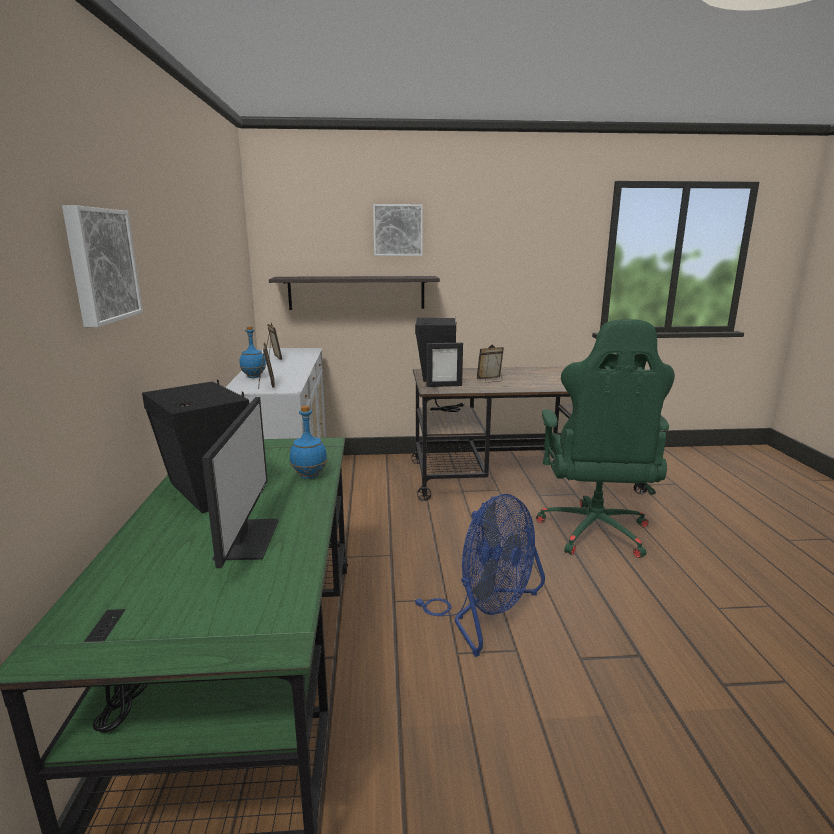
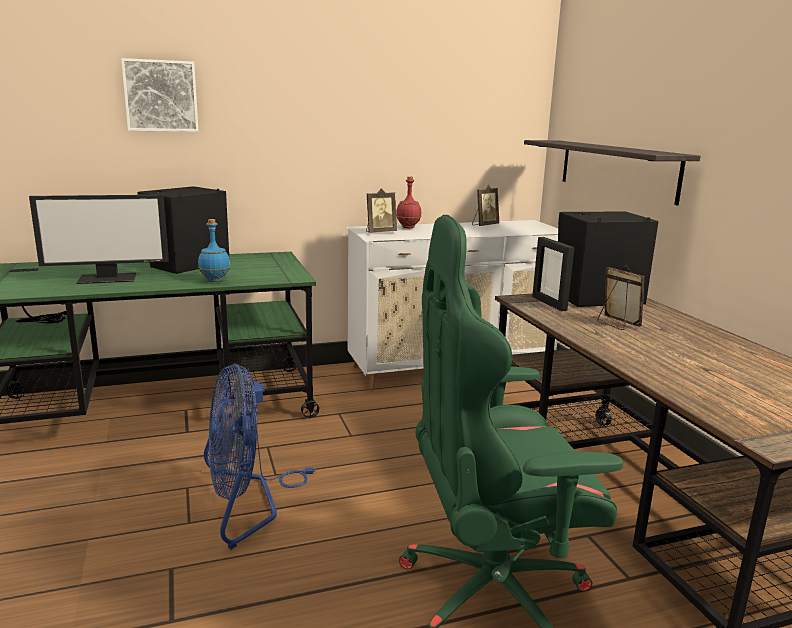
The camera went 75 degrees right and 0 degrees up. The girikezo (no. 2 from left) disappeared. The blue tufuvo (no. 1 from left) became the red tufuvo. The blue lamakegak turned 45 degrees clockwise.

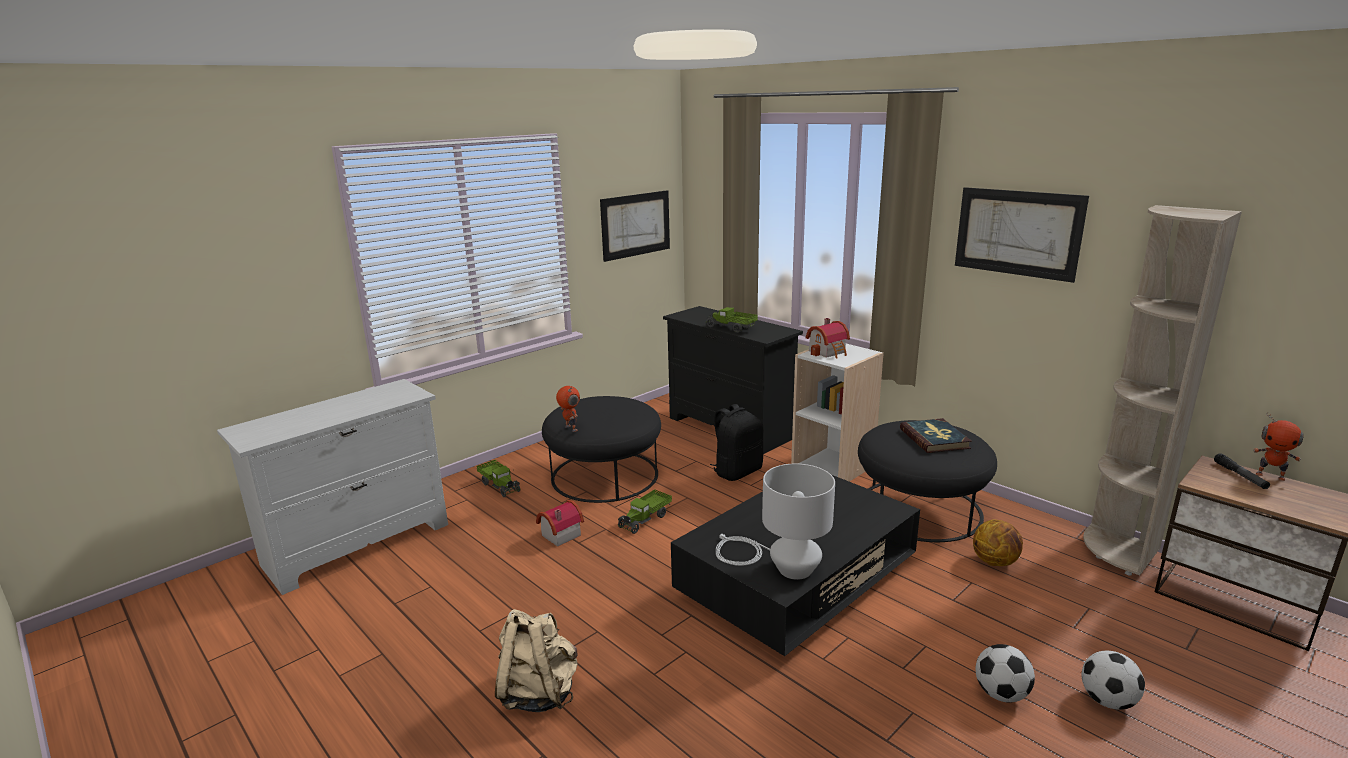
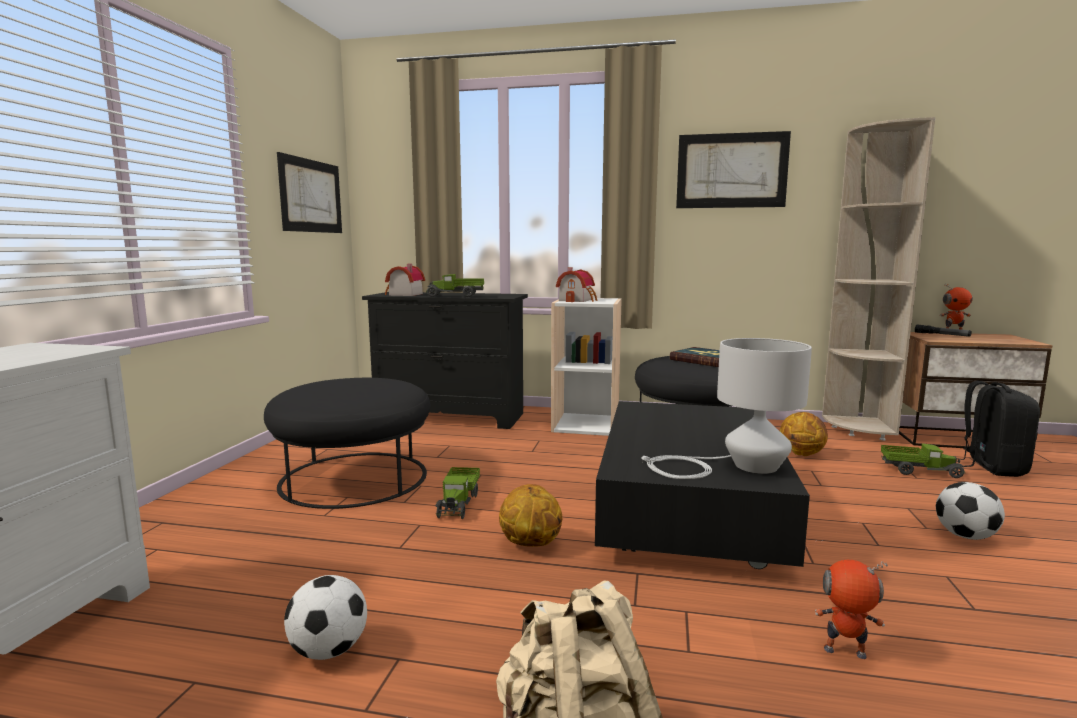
The camera went 35 degrees left and 10 degrees down. The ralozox (no. 1 from left) moved. The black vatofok moved. The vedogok (no. 1 from left in the first image) moved. The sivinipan (no. 1 from left) moved. The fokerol (no. 2 from left in the first image) moved. The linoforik (no. 1 from left) appeared.

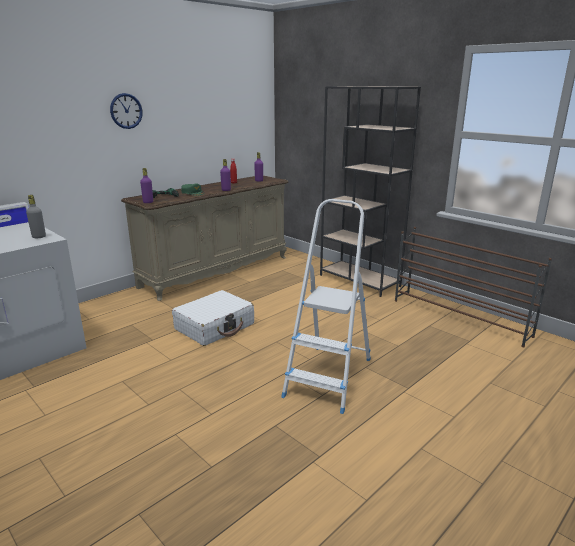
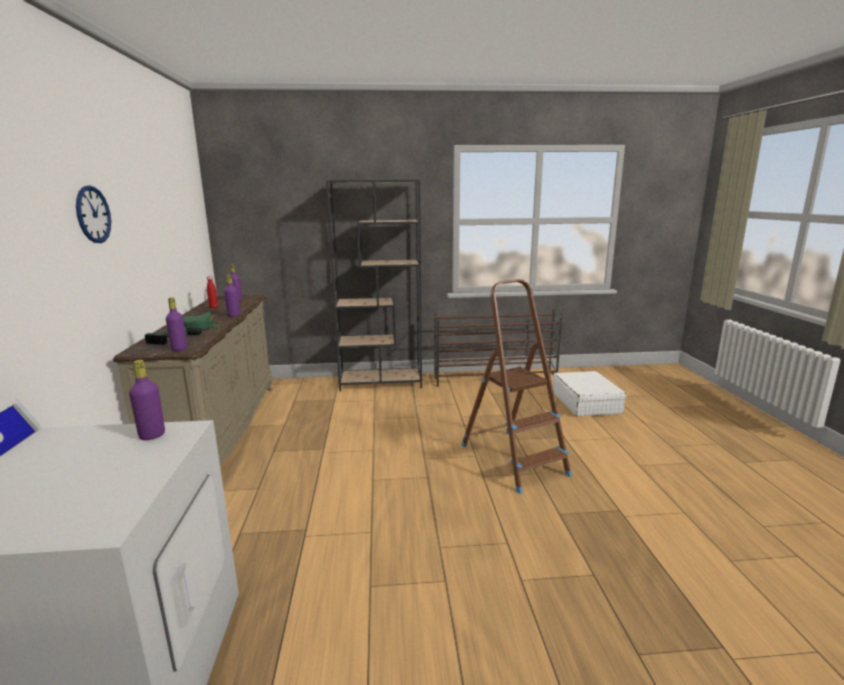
The camera went 50 degrees left and 5 degrees down. The grey tufuvo became the purple tufuvo (no. 1 from left). The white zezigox became the brown zezigox. The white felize moved.

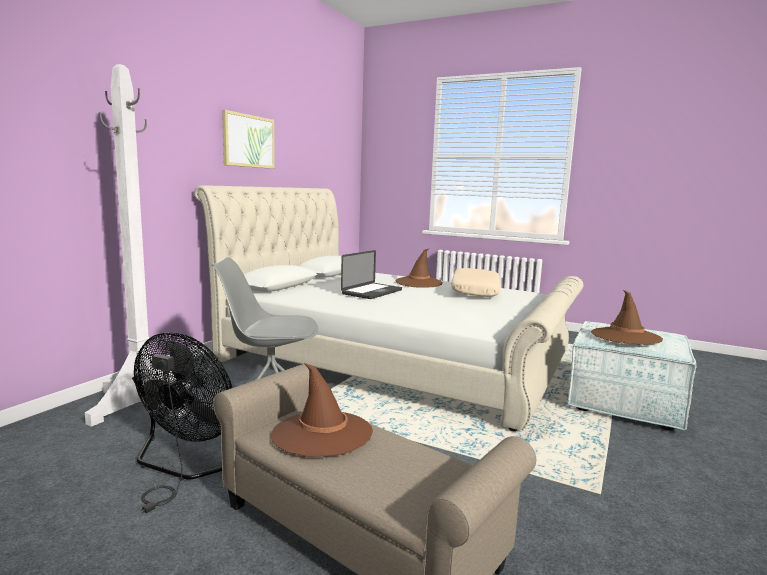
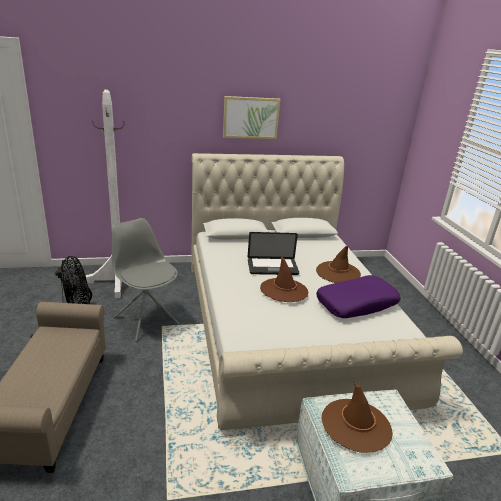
The camera went 50 degrees right and 15 degrees up. The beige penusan became the purple penusan. The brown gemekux (no. 1 from left) moved.

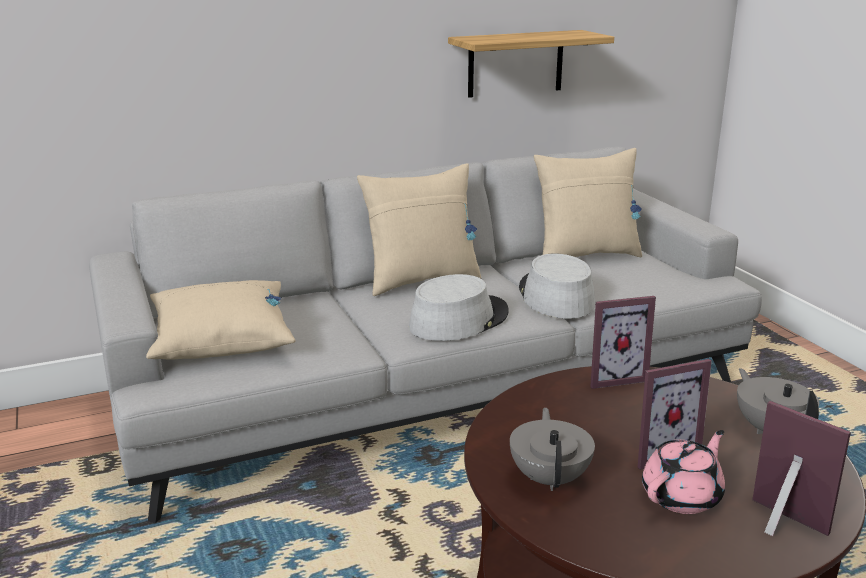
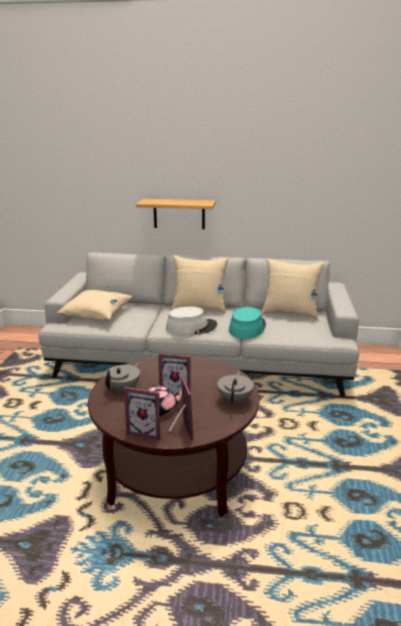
The camera went 30 degrees right and 0 degrees up. The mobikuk moved. The grey gemekux (no. 2 from left) became the turquoise gemekux. The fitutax (no. 1 from left) moved.

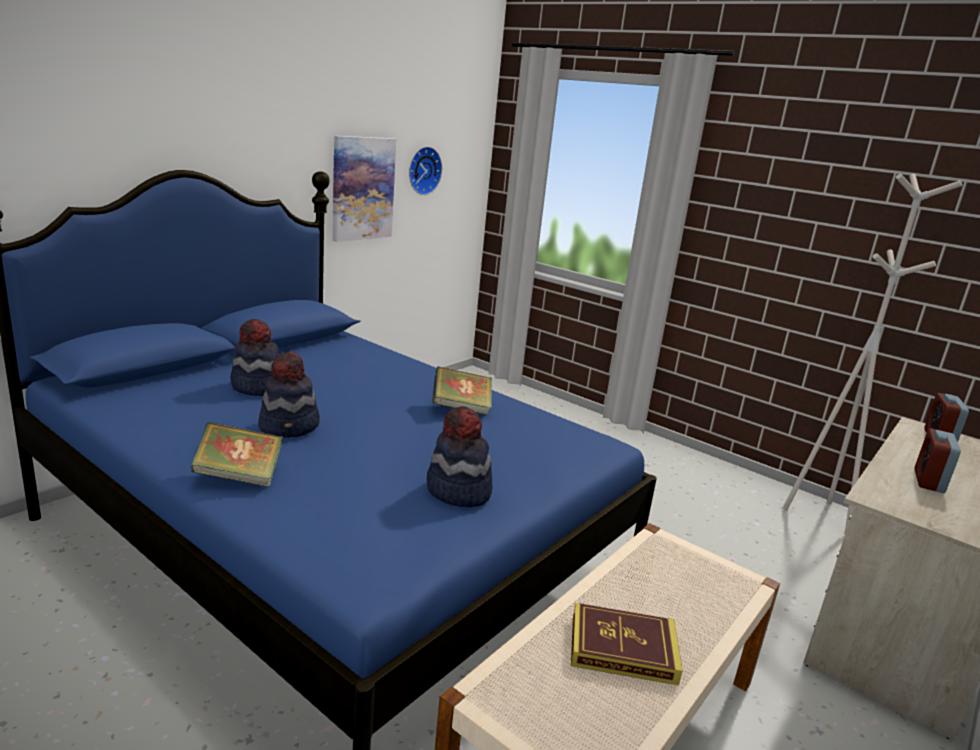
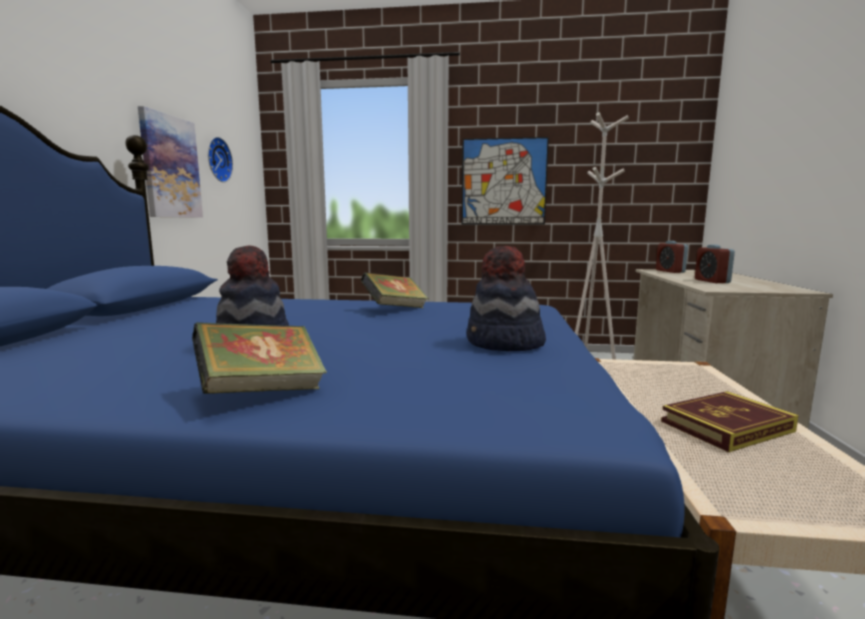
The camera went 30 degrees left and 10 degrees down. The gemekux (no. 1 from left) disappeared. The girikezo (no. 2 from left) appeared.

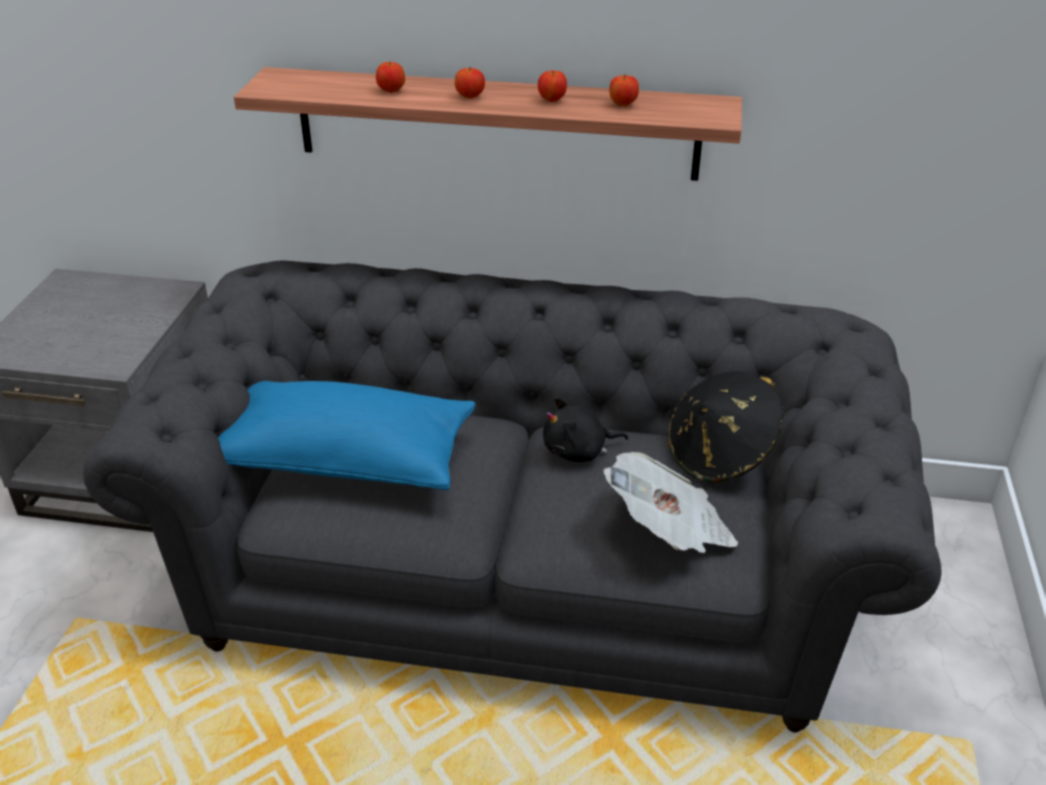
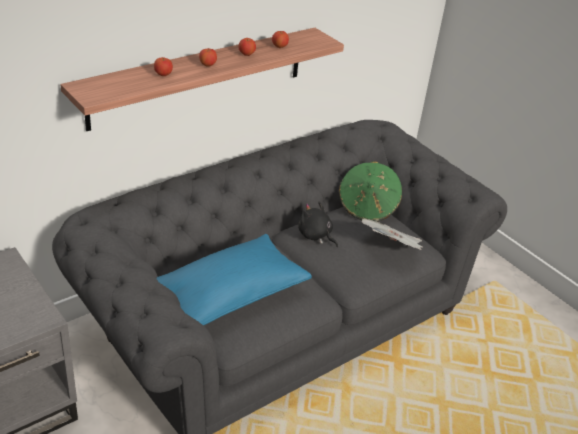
The camera went 50 degrees left and 0 degrees up. The black gemekux became the green gemekux. The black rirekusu turned 105 degrees clockwise.

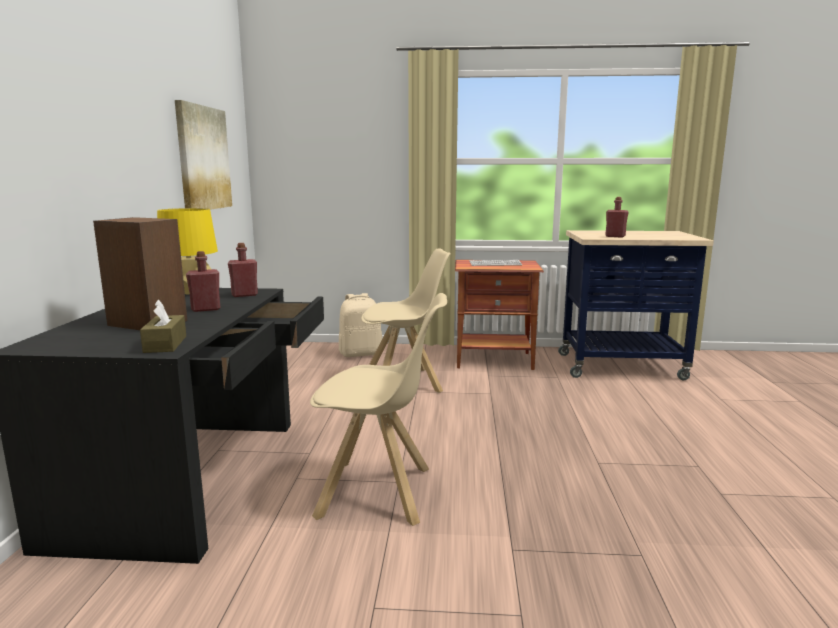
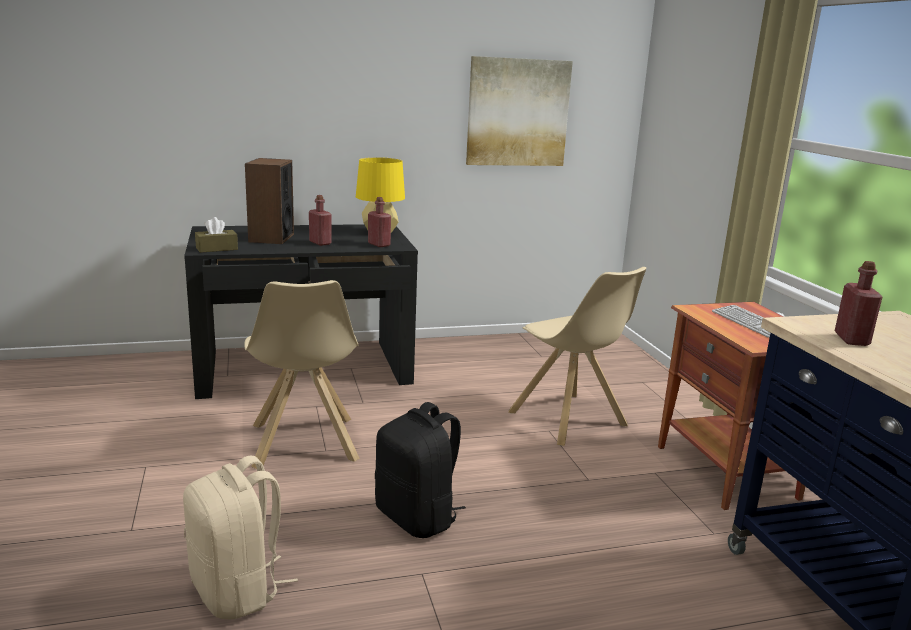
The camera went 70 degrees right and 5 degrees up. The beige vatofok moved. The black vatofok appeared.

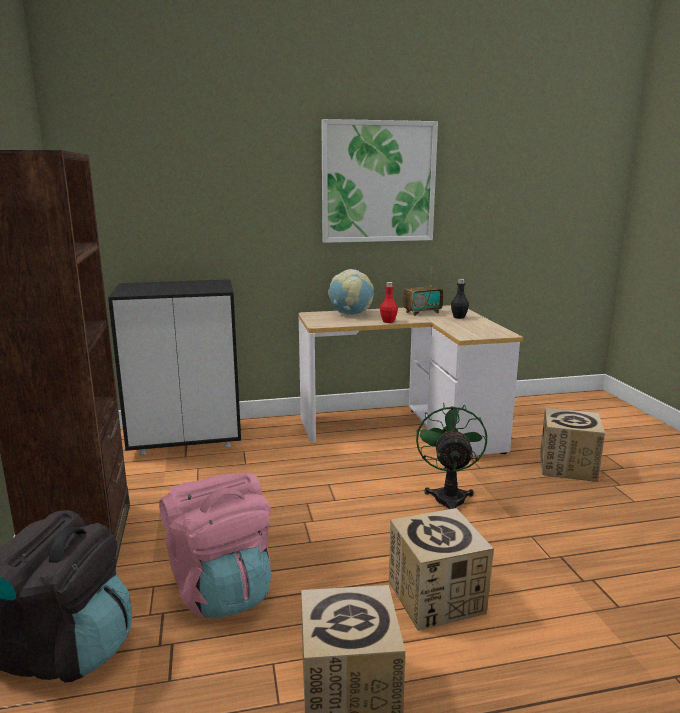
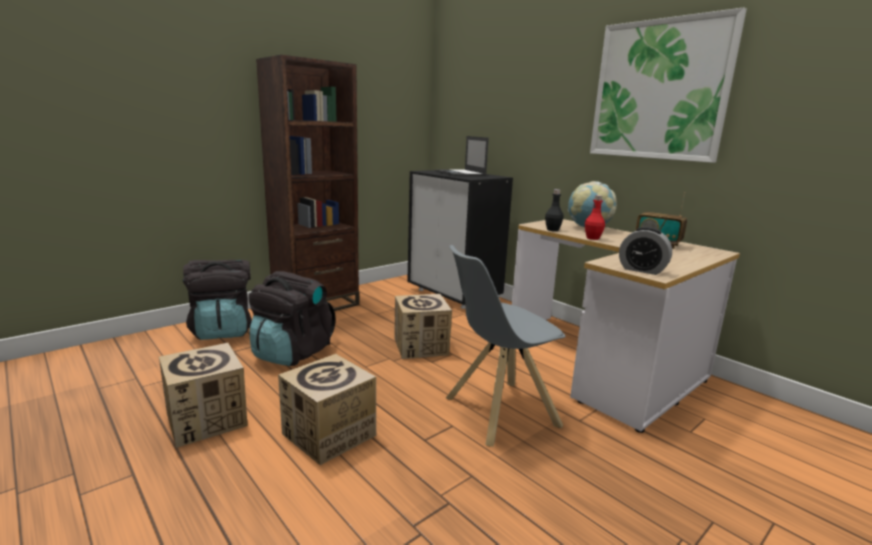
The camera went 60 degrees right and 0 degrees up. The black tufuvo moved. The green lamakegak was replaced by the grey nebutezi. The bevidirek (no. 3 from left) moved. The pink vatofok became the black vatofok (no. 2 from left). The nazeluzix appeared. The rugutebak appeared.

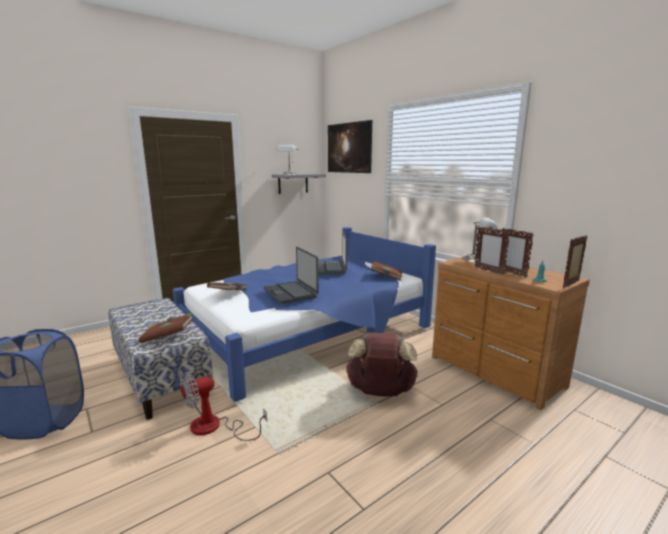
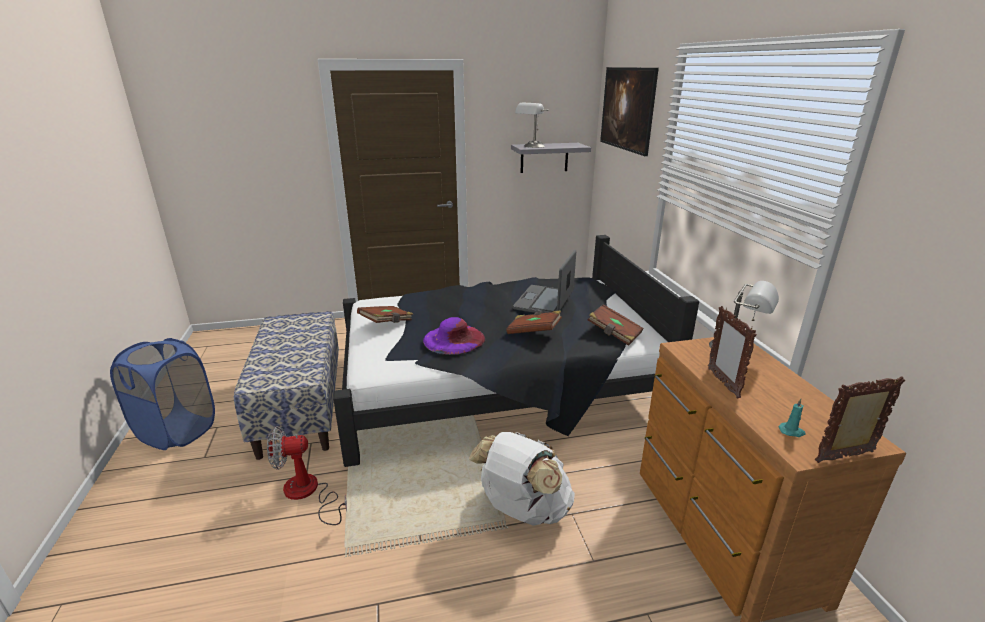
The camera went 25 degrees right and 10 degrees up. The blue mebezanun became the black mebezanun. The fitutax (no. 2 from left) disappeared. The nazeluzix (no. 1 from left) was replaced by the purple gemekux. The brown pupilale (no. 1 from left in the first image) moved. The brown vatofok became the white vatofok.

